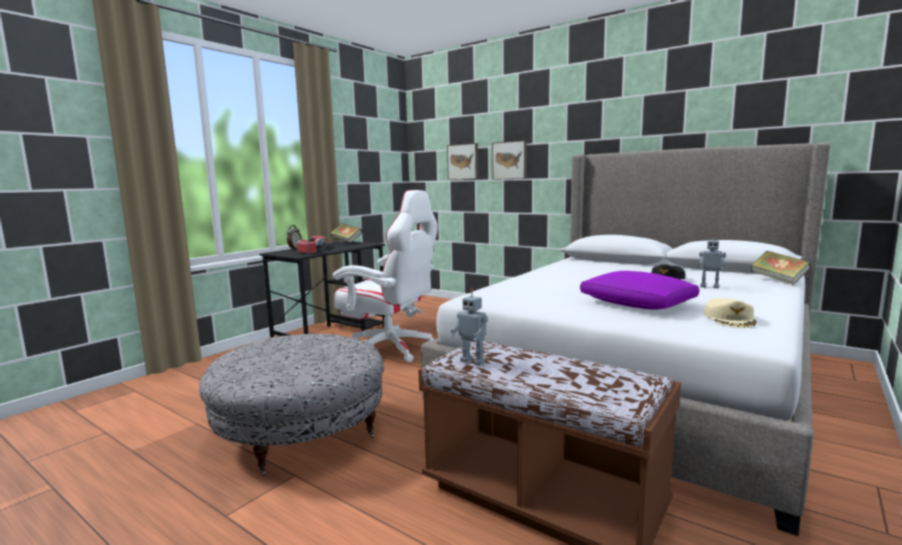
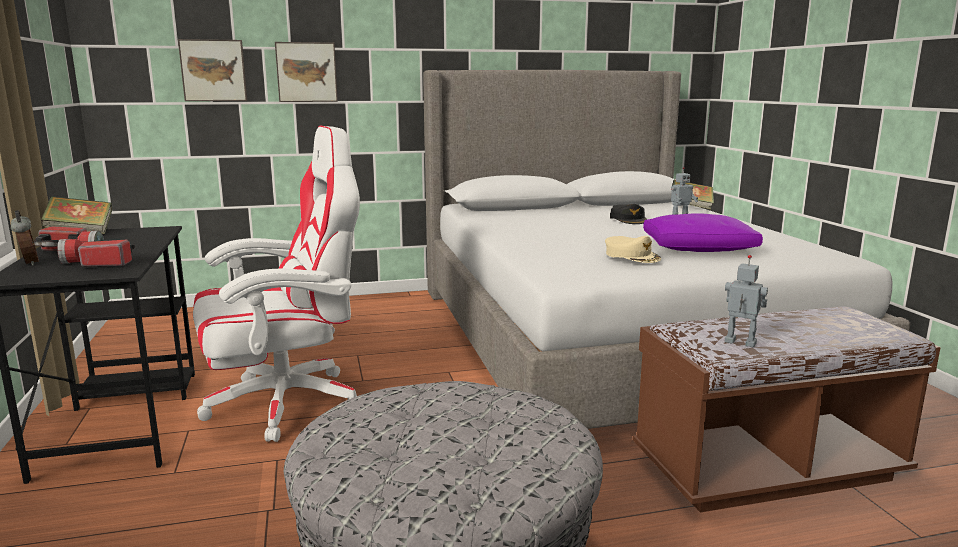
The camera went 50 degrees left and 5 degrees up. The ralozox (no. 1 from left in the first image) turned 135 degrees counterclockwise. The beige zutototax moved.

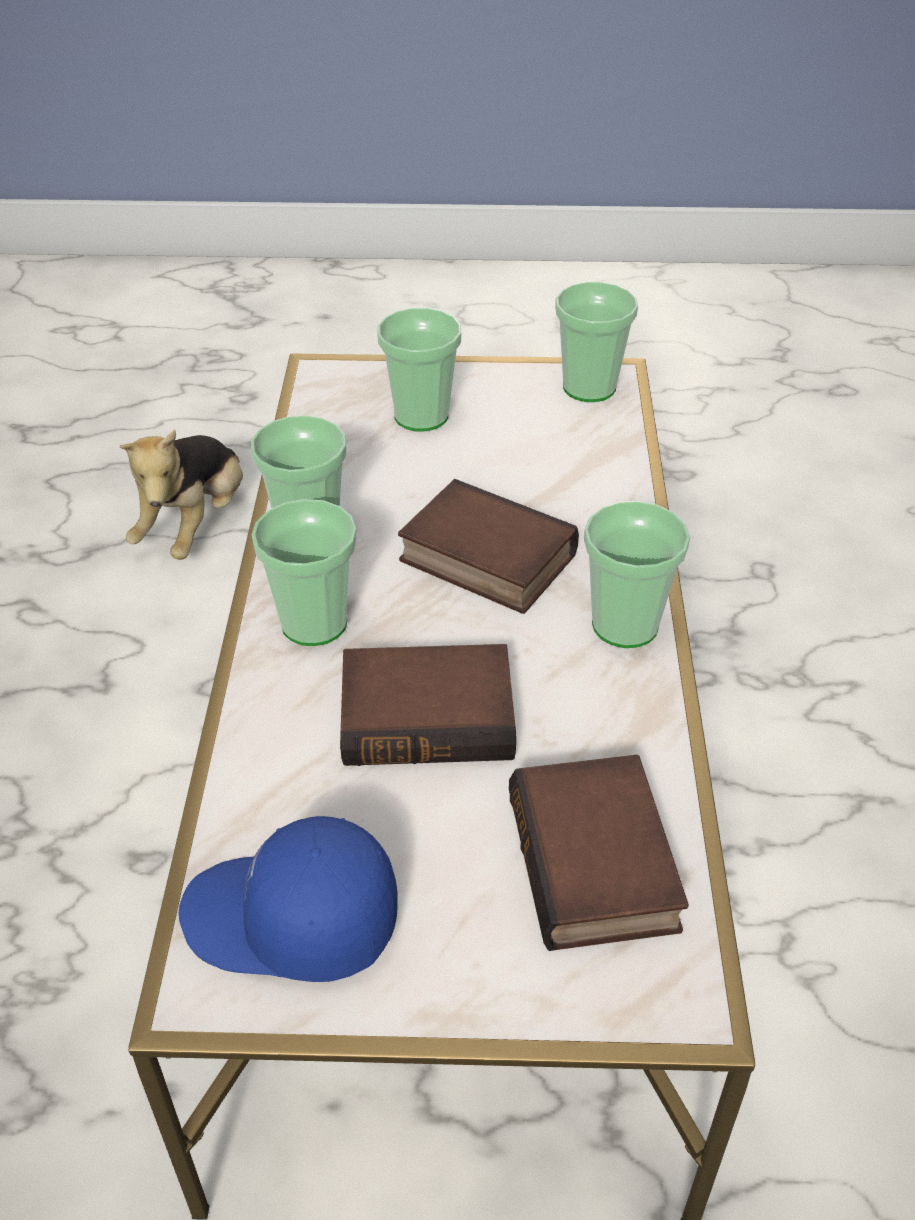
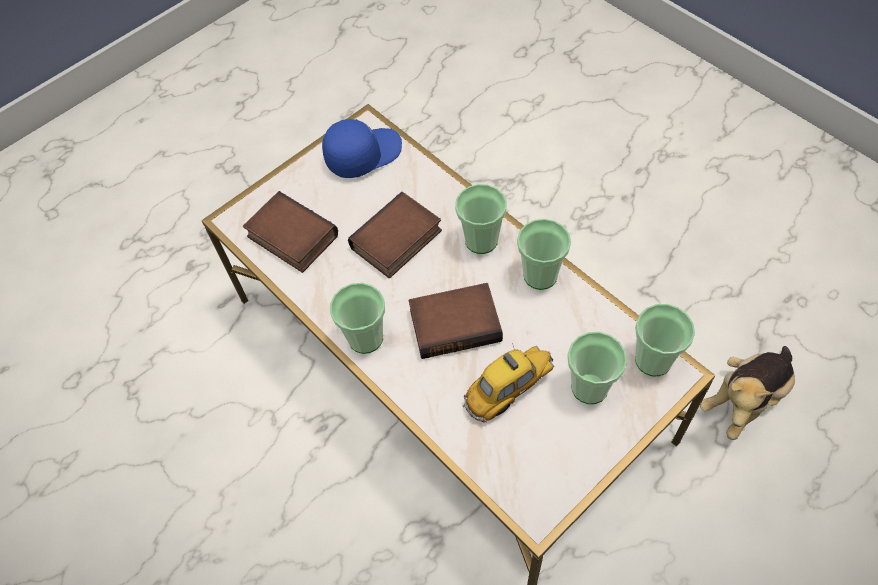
The camera went 140 degrees right and 15 degrees up. The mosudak (no. 4 from left in the first image) moved. The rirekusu turned 105 degrees counterclockwise. The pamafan appeared.

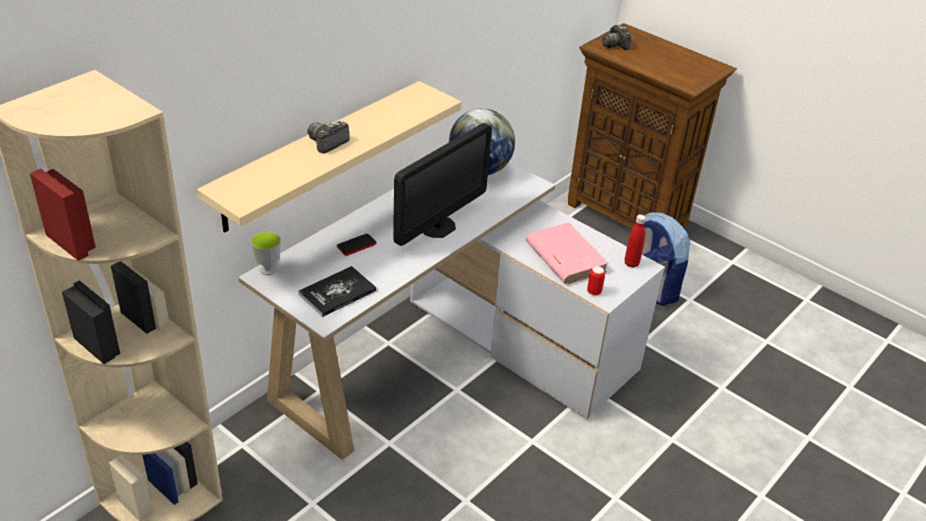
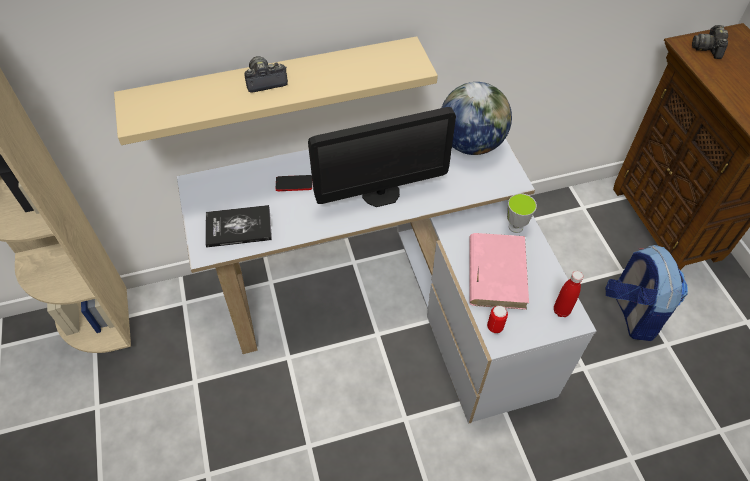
The camera went 35 degrees right and 15 degrees up. The mosudak moved.

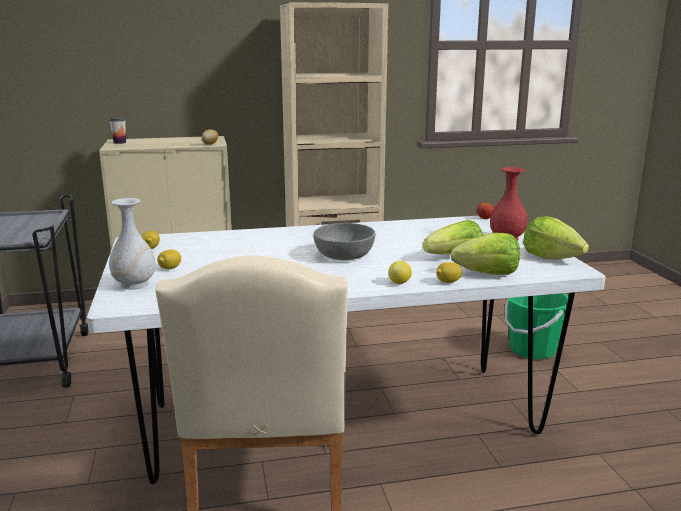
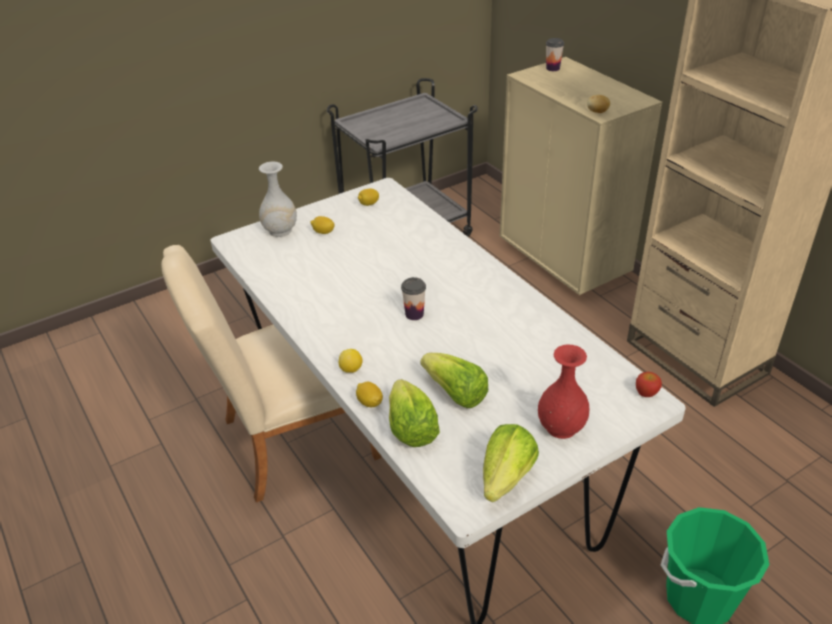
The camera went 70 degrees right and 20 degrees up. The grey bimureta was replaced by the mosudak (no. 1 from left).

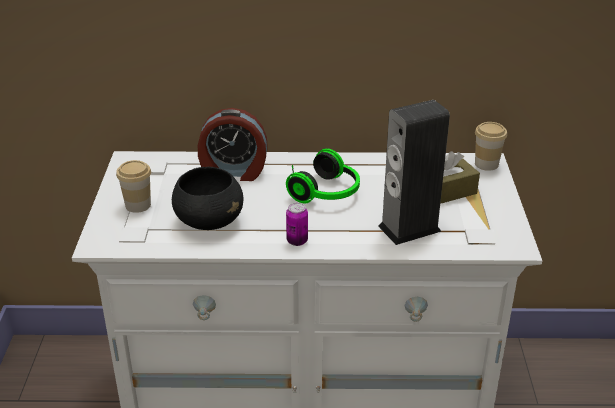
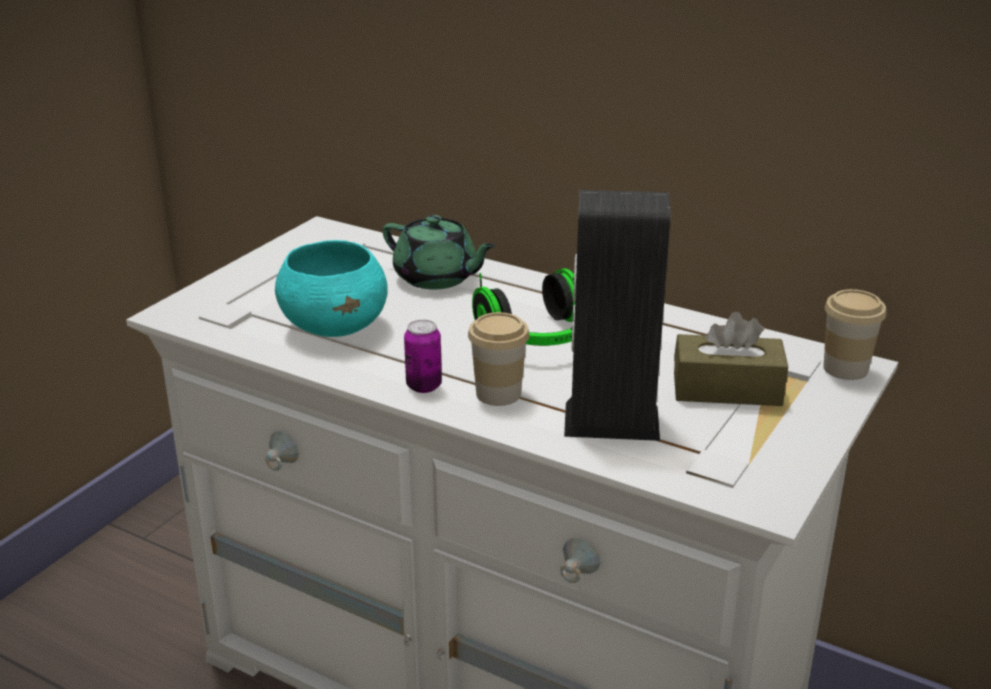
The camera went 30 degrees right and 5 degrees down. The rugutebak was replaced by the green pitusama. The mosudak (no. 1 from left) moved. The black bimureta became the turquoise bimureta.

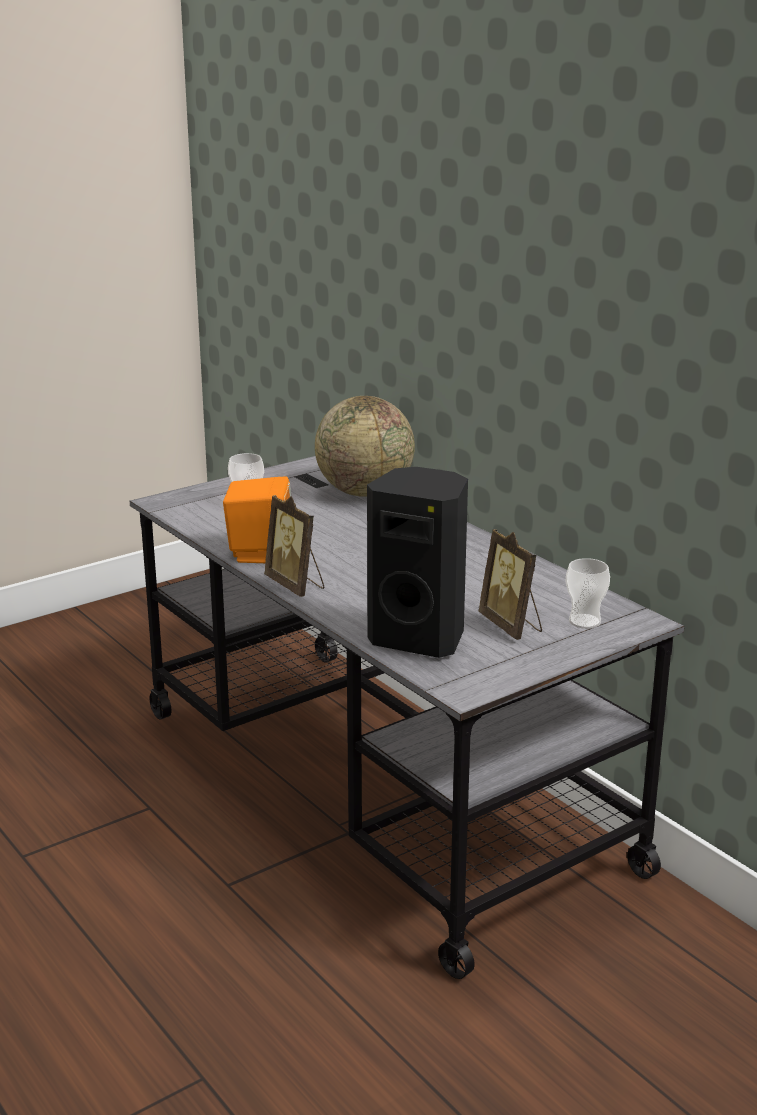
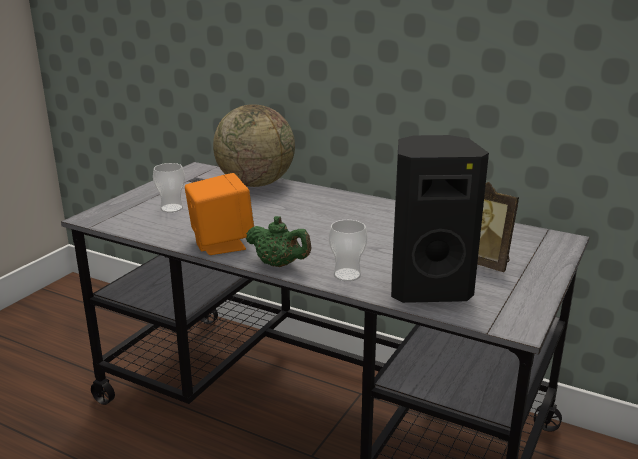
The camera went 25 degrees left and 0 degrees up. The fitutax (no. 1 from left) was replaced by the green pitusama. The mosudak (no. 2 from left) moved.

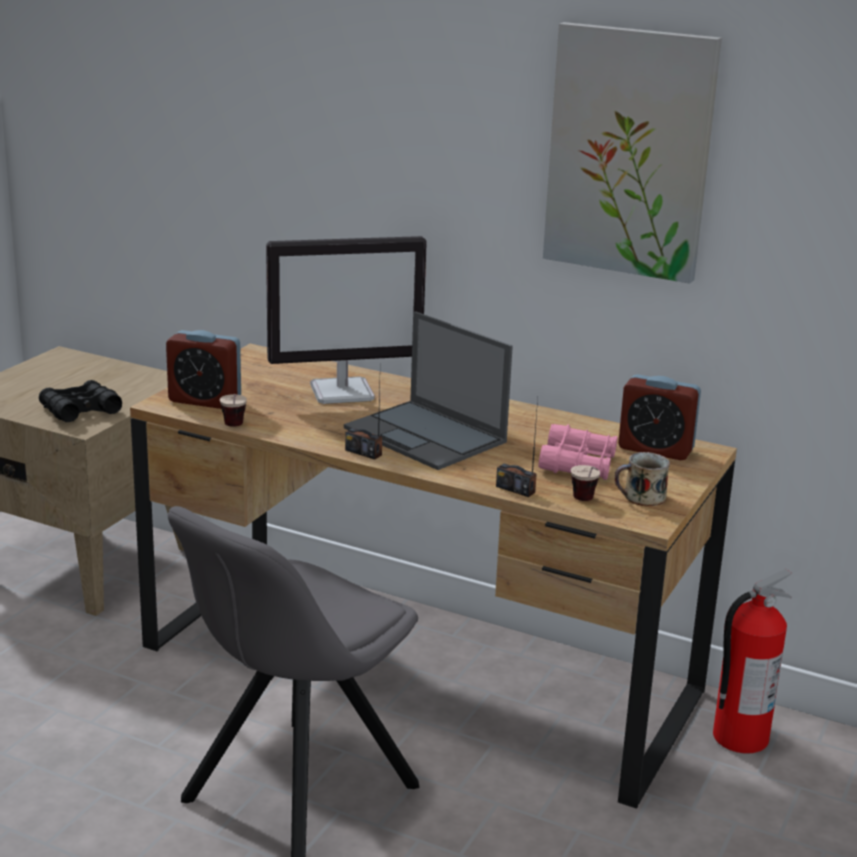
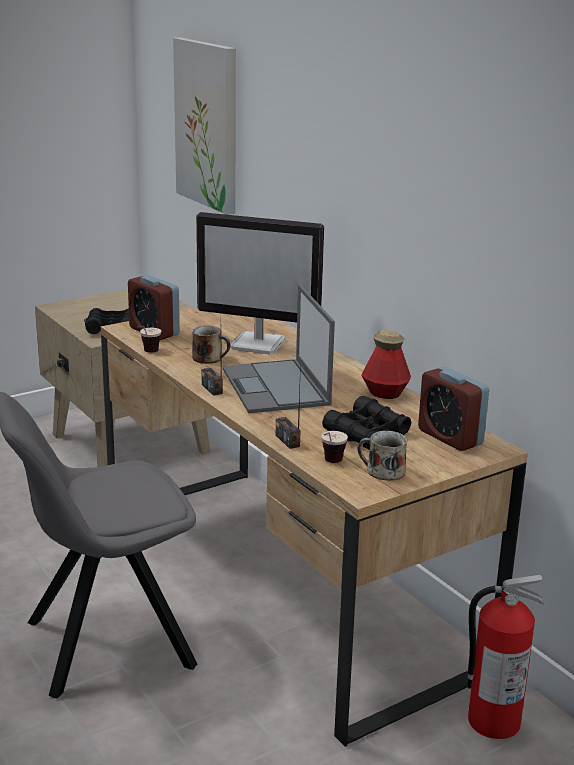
The camera went 30 degrees right and 0 degrees up. The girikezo moved. The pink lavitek became the black lavitek (no. 2 from left). The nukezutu (no. 1 from left) appeared. The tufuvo appeared.

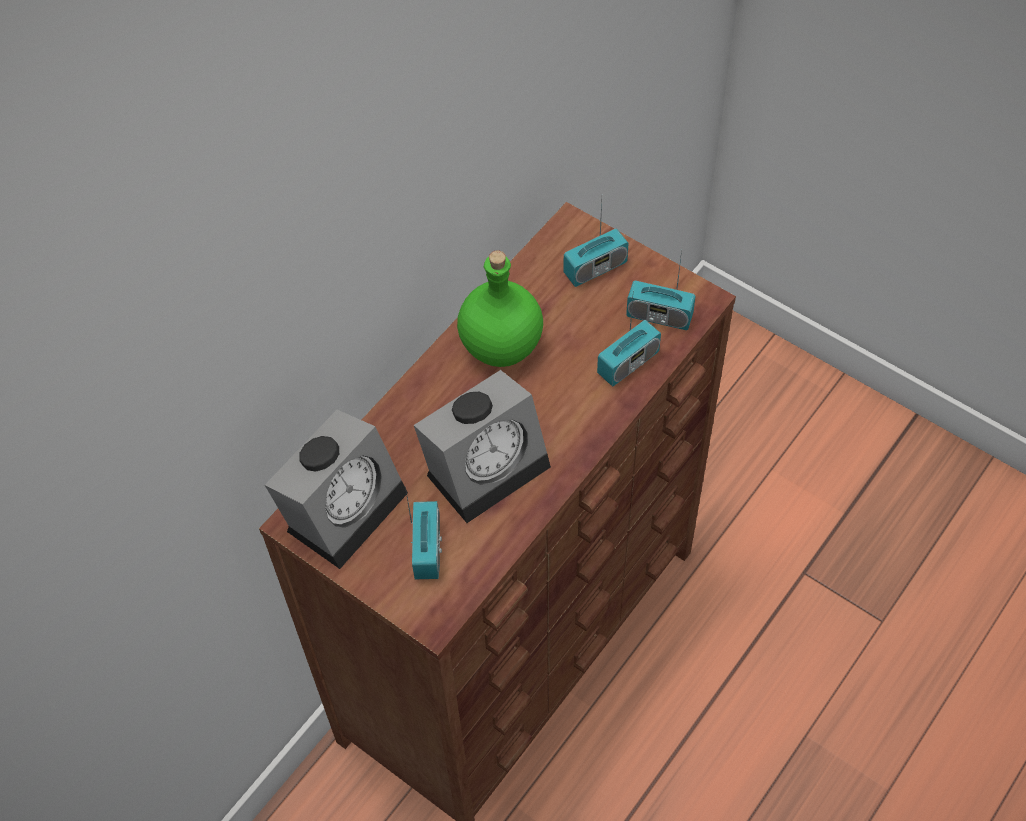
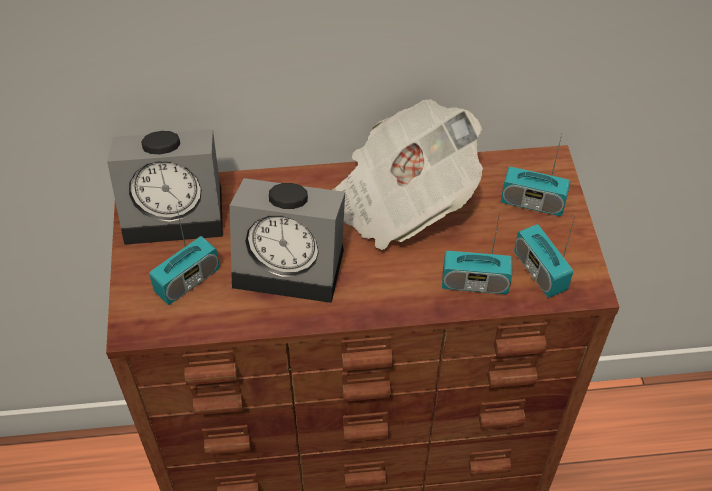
The camera went 45 degrees right and 5 degrees down. The green tufuvo was replaced by the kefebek.

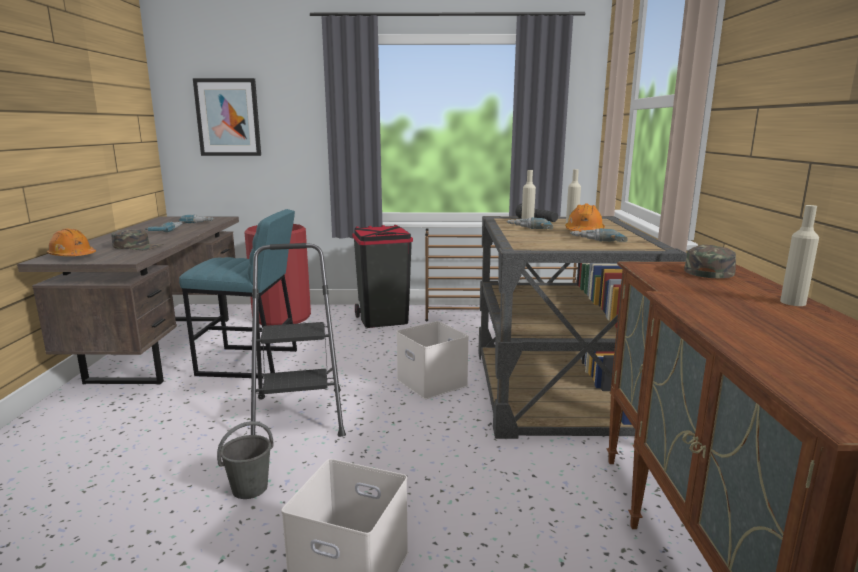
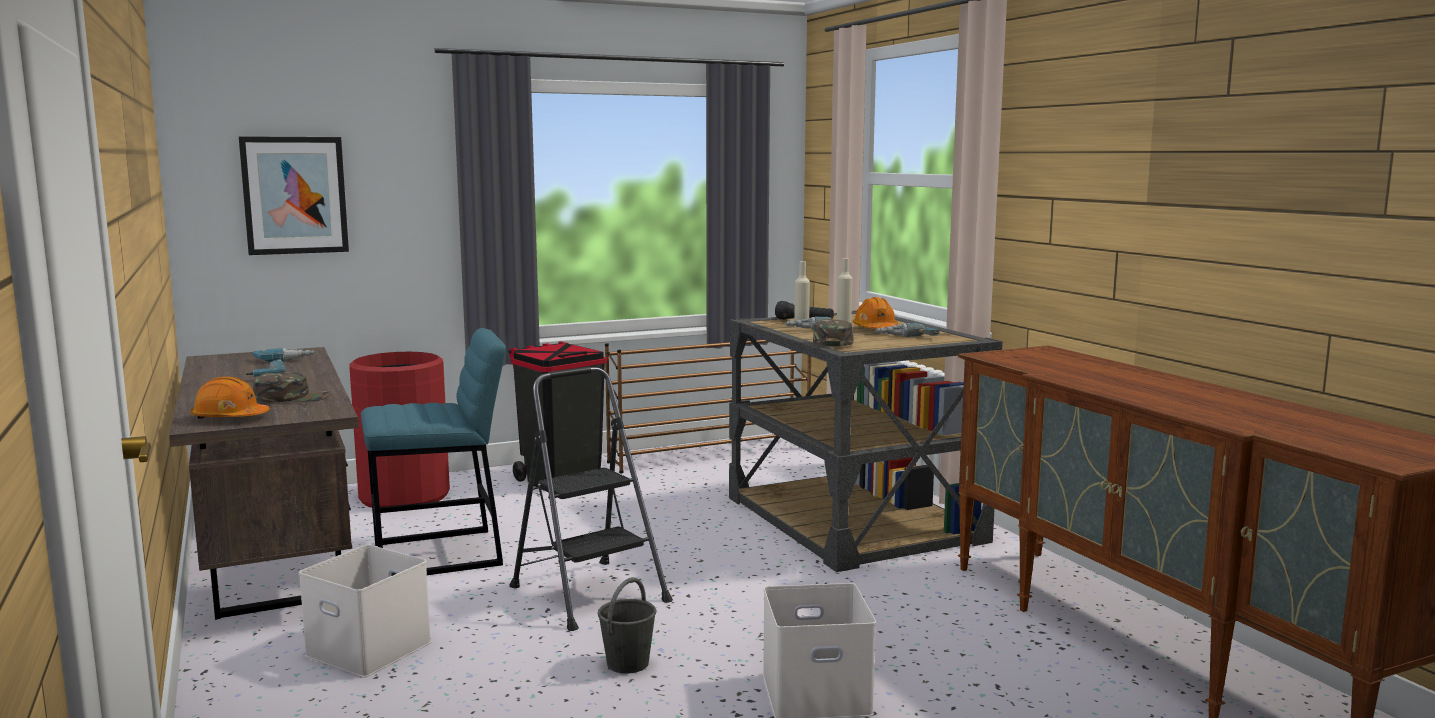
The camera went 25 degrees left and 5 degrees down. The beige tufuvo (no. 3 from left) disappeared. The green zutototax (no. 2 from left) moved. The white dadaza (no. 2 from left in the first image) moved.

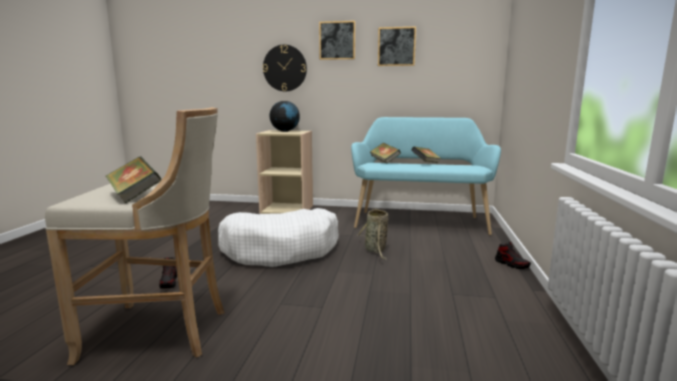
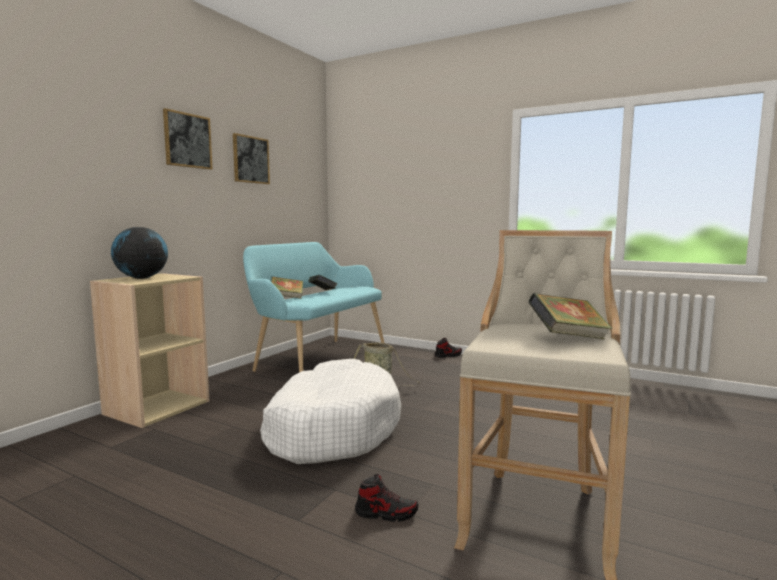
The camera went 70 degrees left and 5 degrees down. The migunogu disappeared.

